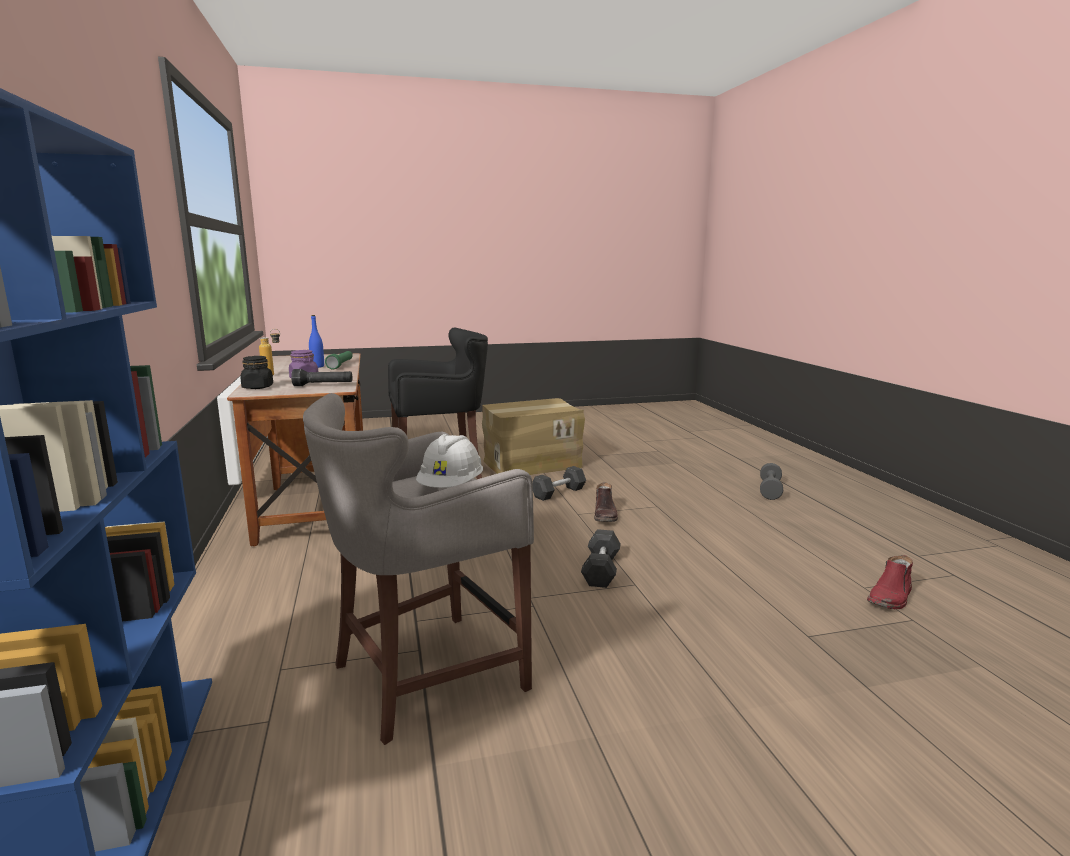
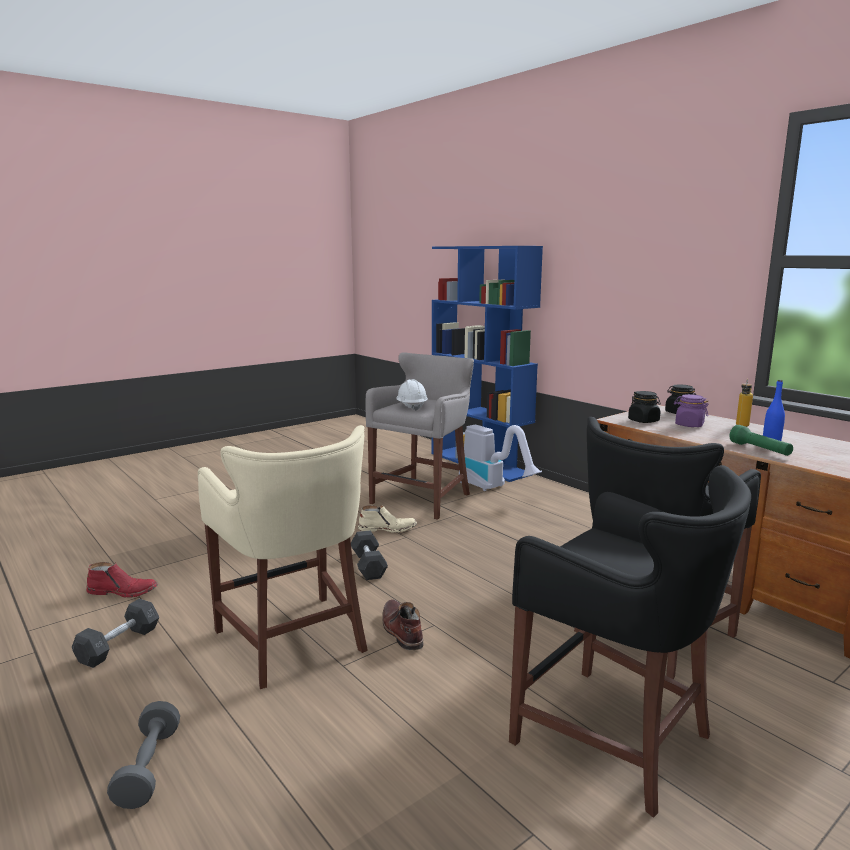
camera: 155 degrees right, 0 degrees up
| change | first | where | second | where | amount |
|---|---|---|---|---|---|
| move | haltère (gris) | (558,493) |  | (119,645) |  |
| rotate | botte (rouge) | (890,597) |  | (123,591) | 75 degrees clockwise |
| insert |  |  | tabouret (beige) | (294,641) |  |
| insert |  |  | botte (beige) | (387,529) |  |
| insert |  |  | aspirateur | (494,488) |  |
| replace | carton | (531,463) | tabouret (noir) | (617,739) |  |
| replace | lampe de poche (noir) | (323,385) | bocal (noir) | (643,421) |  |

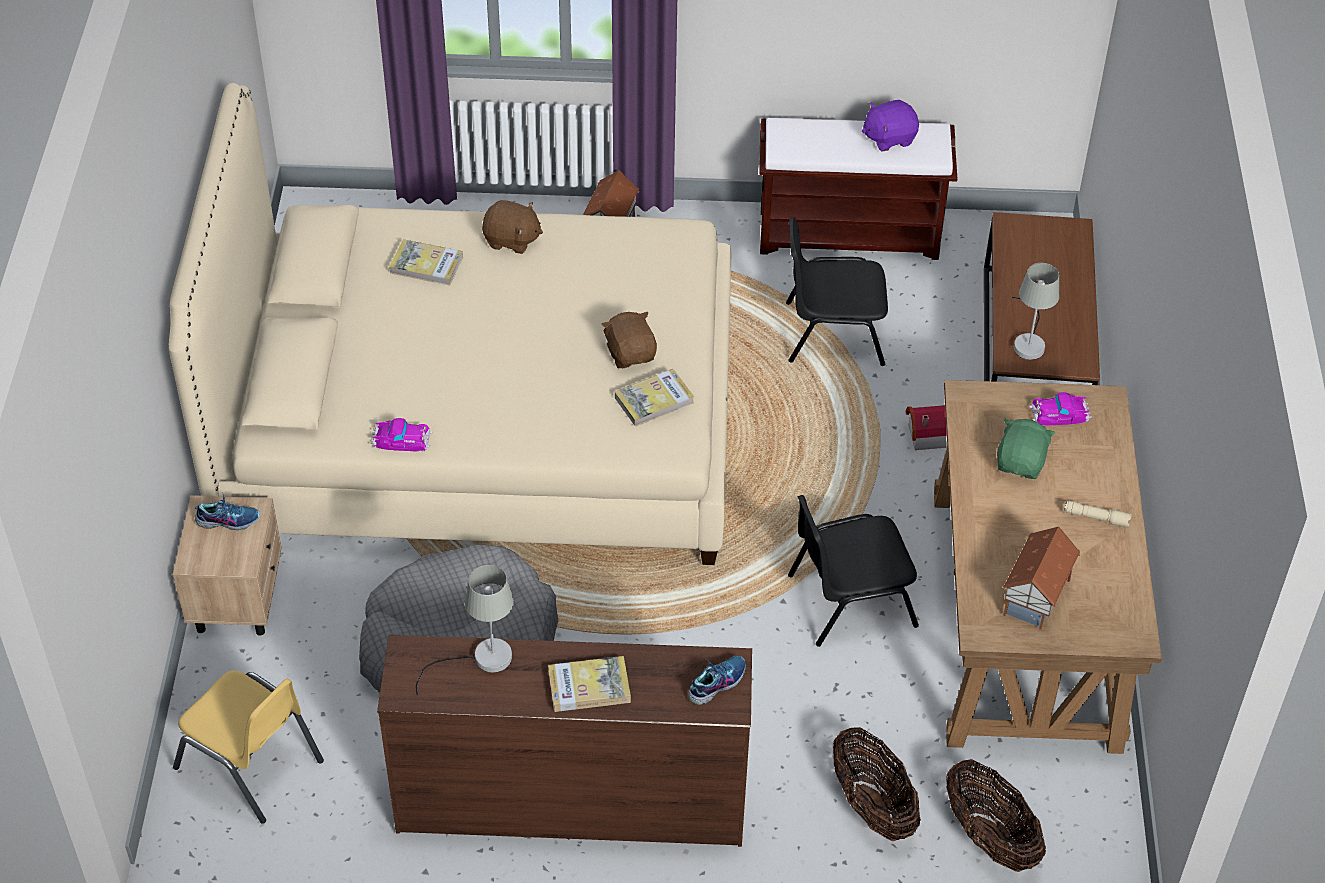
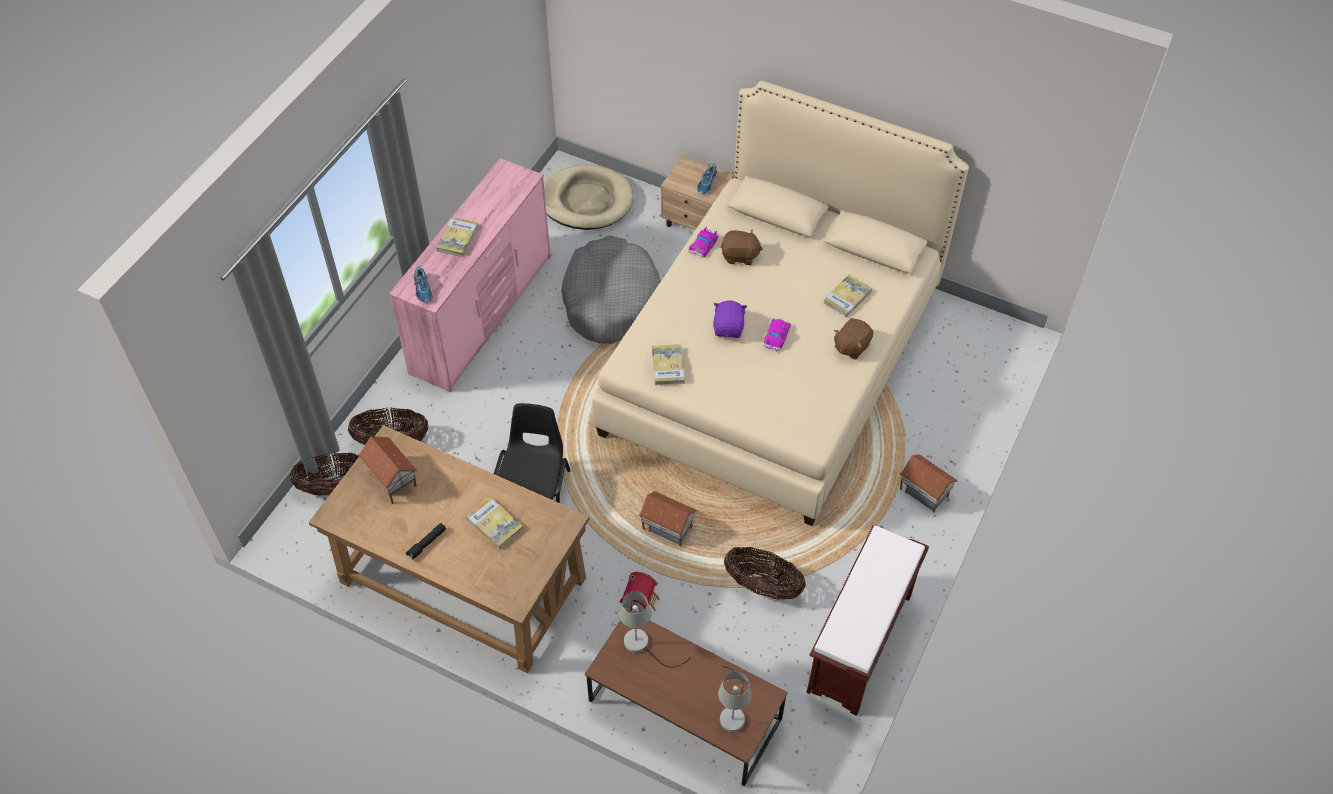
camera: 115 degrees right, 5 degrees up
| change | first | where | second | where | amount |
|---|---|---|---|---|---|
| recolor | commode (marron) | (570,801) | commode (rose) | (483,314) |  |
| recolor | lampe de poche (beige) | (1097,517) | lampe de poche (noir) | (427,544) |  |
| replace | peluche (vert) | (1021,463) | livre | (495,524) |  |
| replace | chaise (jaune) | (250,764) | panier pour chien (beige) | (586,201) |  |
| insert |  |  | maison miniature | (667,527) |  |
| move | peluche (violet) | (889,138) |  | (729,328) |  |
| move | lampe de table (gris) | (481,660) |  | (733,712) |  |
| move | peluche (marron) | (631,353) |  | (740,256) |  |
| replace | chaise (noir) | (832,332) | panier | (762,586) |  |
| move | petite voiture | (1059,413) |  | (776,336) |  |

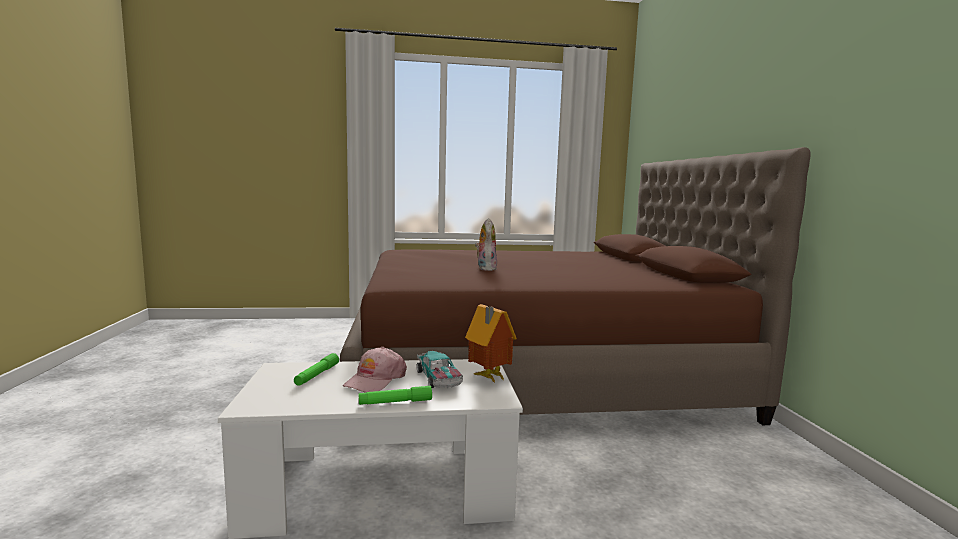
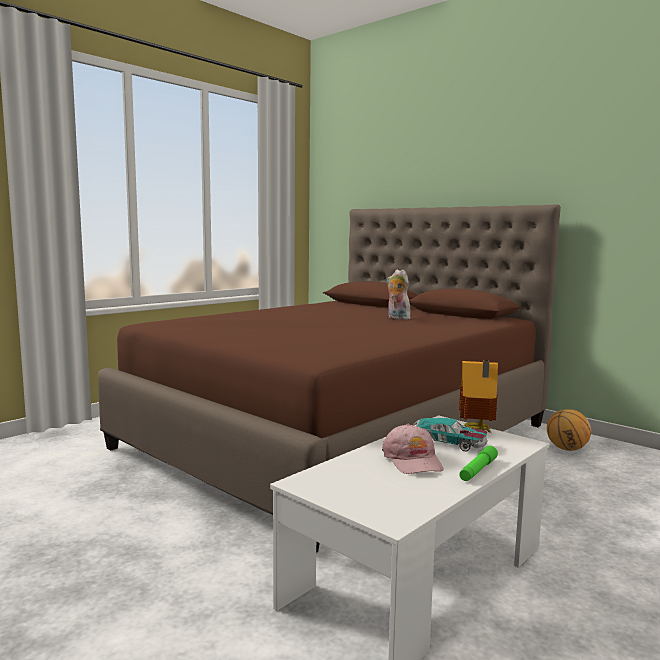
camera: 40 degrees left, 0 degrees up
| change | first | where | second | where | amount |
|---|---|---|---|---|---|
| move | peluche | (485,268) |  | (397,318) |  |
| insert |  |  | ballon de basket | (566,449) |  |
| delete | lampe de poche (vert) | (317,375) |  |  |  |

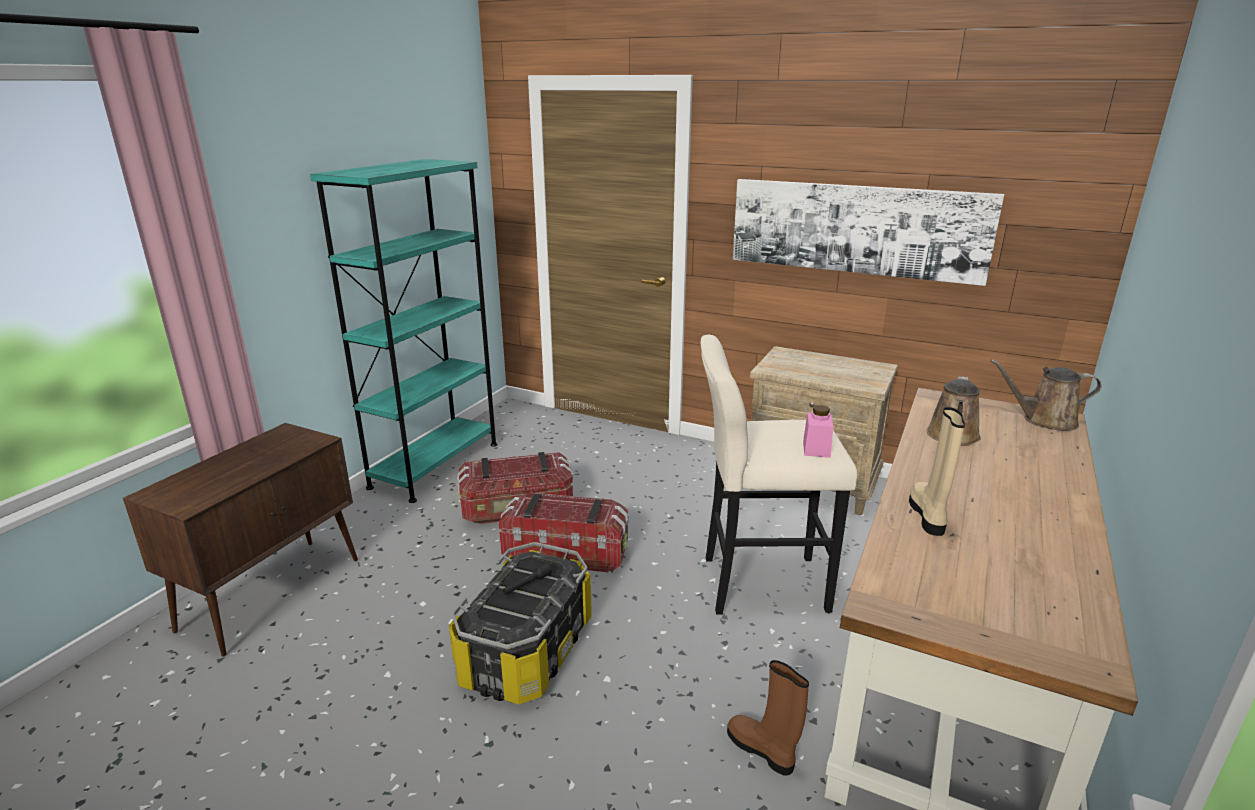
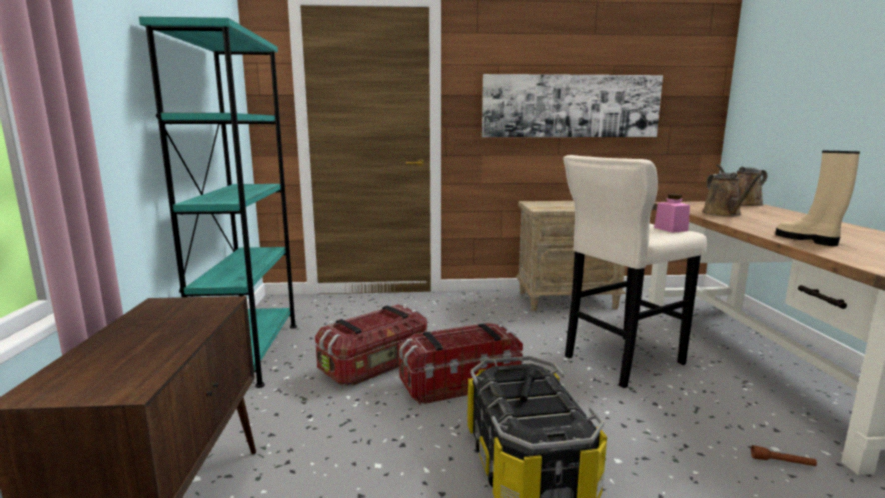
camera: 30 degrees left, 10 degrees down
| change | first | where | second | where | amount |
|---|---|---|---|---|---|
| replace | botte (marron) | (762,750) | lampe de poche (marron) | (782,462) |  |

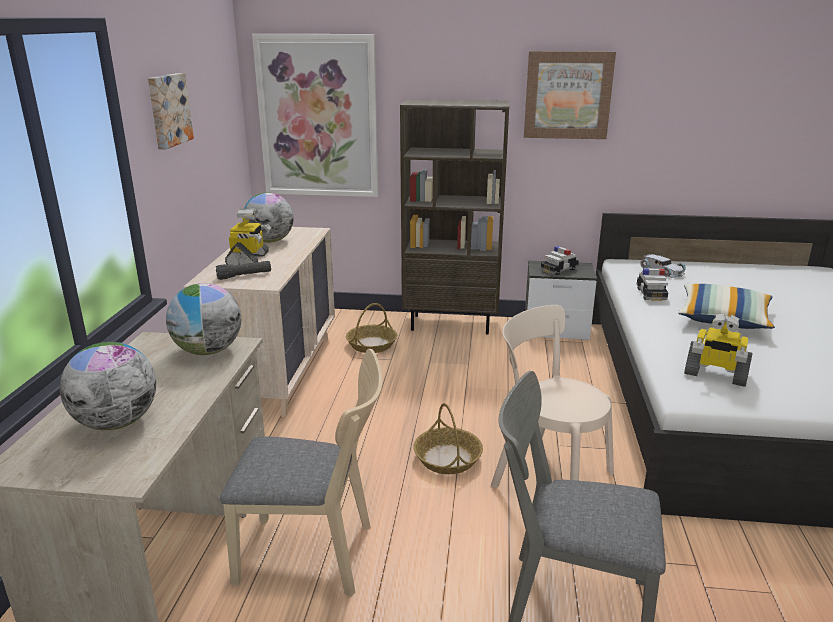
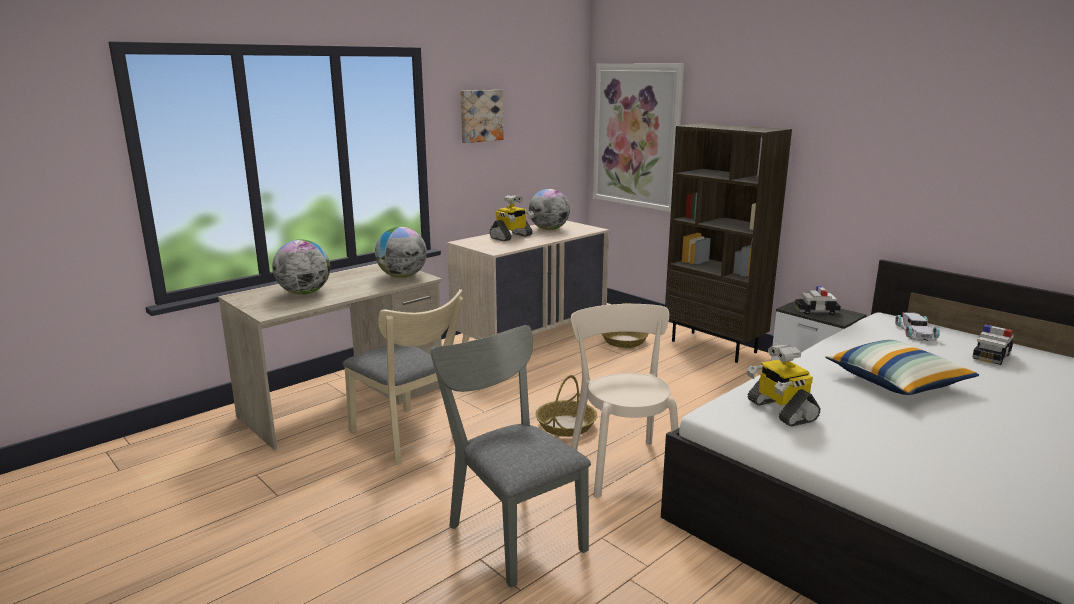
camera: 40 degrees right, 5 degrees down
| change | first | where | second | where | amount |
|---|---|---|---|---|---|
| move | petite voiture | (651,294) |  | (991,356) |  |
| delete | lampe de poche (noir) | (244,276) |  |  |  |
| delete | tableau | (567,95) |  |  |  |

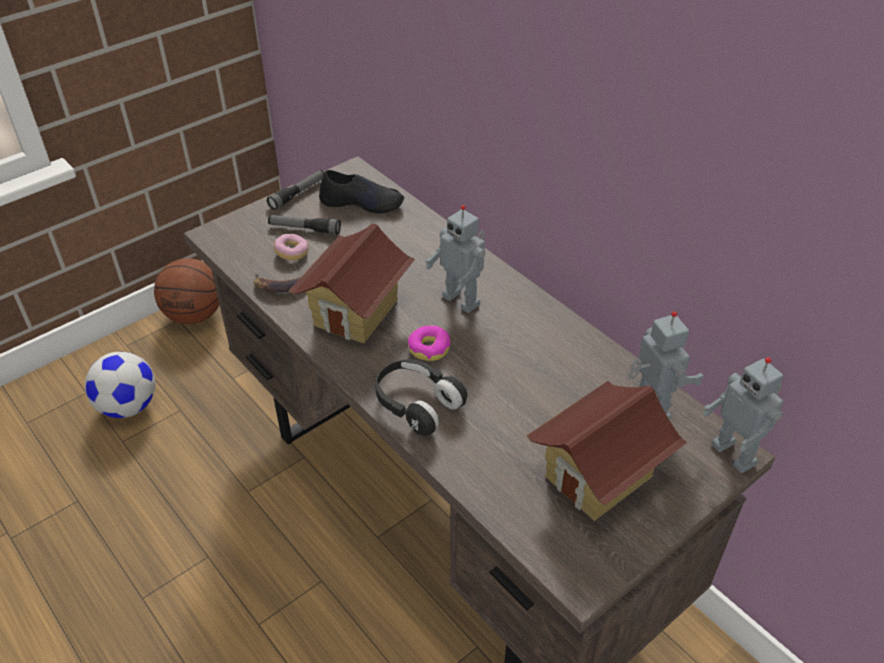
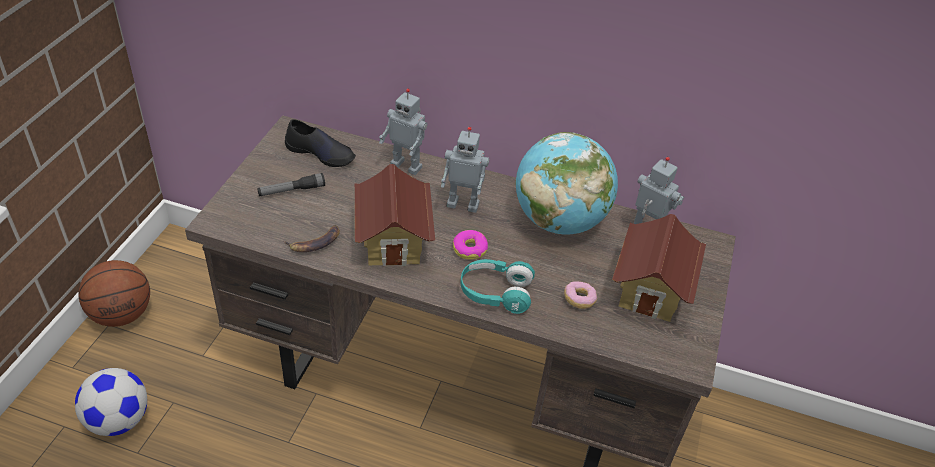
camera: 35 degrees left, 0 degrees up
| change | first | where | second | where | amount |
|---|---|---|---|---|---|
| rotate | chaussure (noir) | (362,202) |  | (321,153) | 45 degrees clockwise |
| move | robot jouet | (735,453) |  | (407,165) |  |
| recolor | casque audio (noir) | (417,404) | casque audio (turquoise) | (495,293) |  |
| insert |  |  | globe | (559,221) |  |
| move | beignet | (292,253) |  | (579,300) |  |
| delete | lampe de poche | (298,194) |  |  |  |

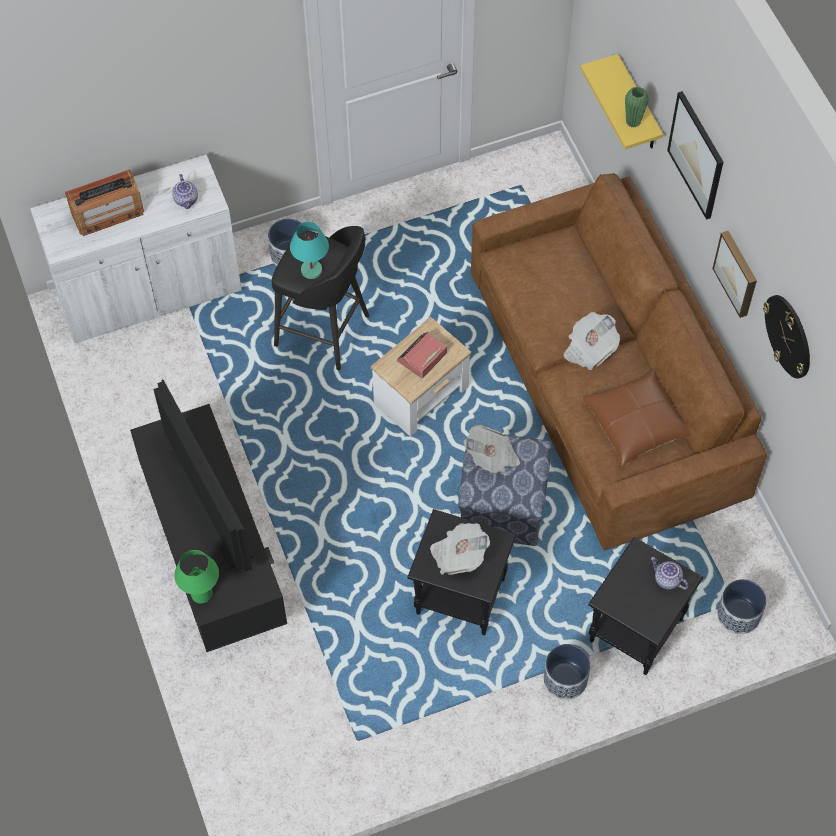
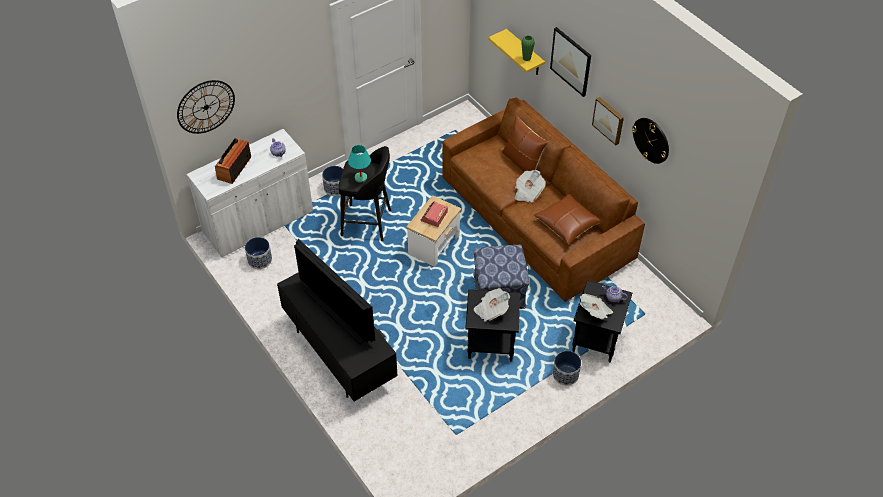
camera: 15 degrees left, 10 degrees down
| change | first | where | second | where | amount |
|---|---|---|---|---|---|
| insert |  |  | horloge murale | (206,107) |  |
| rotate | radio | (107,213) |  | (234,168) | 150 degrees clockwise |
| move | cache-pot | (738,614) |  | (259,260) |  |
| insert |  |  | coussin (marron) | (522,162) |  |
| move | journal | (492,457) |  | (595,312) |  |
| delete | lampe de table (vert) | (201,594) |  |  |  |

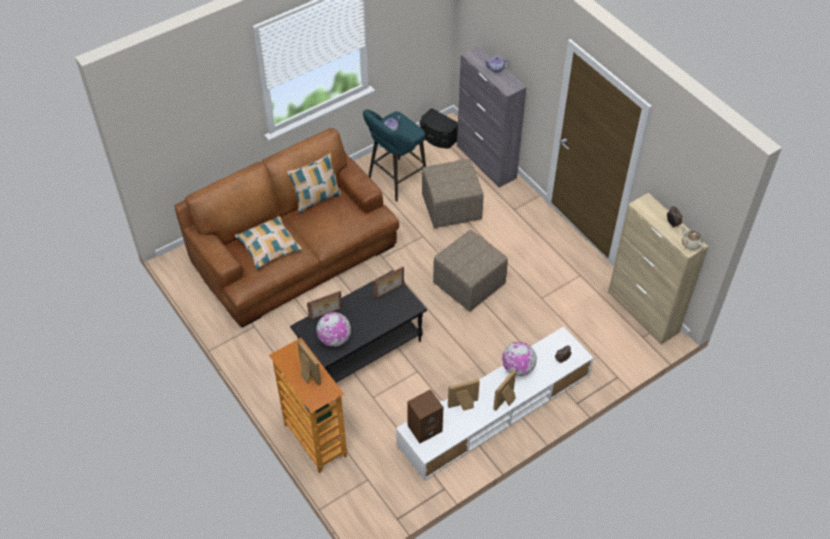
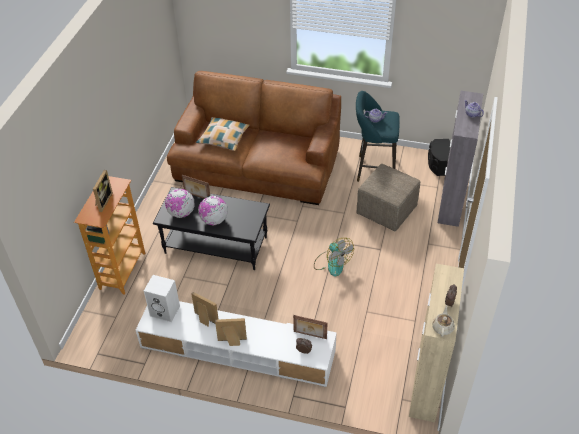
camera: 50 degrees right, 5 degrees down
| change | first | where | second | where | amount |
|---|---|---|---|---|---|
| recolor | enceinte (marron) | (425,427) | enceinte (blanc) | (166,311) |  |
| move | globe | (518,368) |  | (214,220) |  |
| move | cadre photo | (389,291) |  | (310,335) |  |
| replace | pouf (beige) | (469,284) | ventilateur | (332,263) |  |
| delete | coussin | (316,199) |  |  |  |

